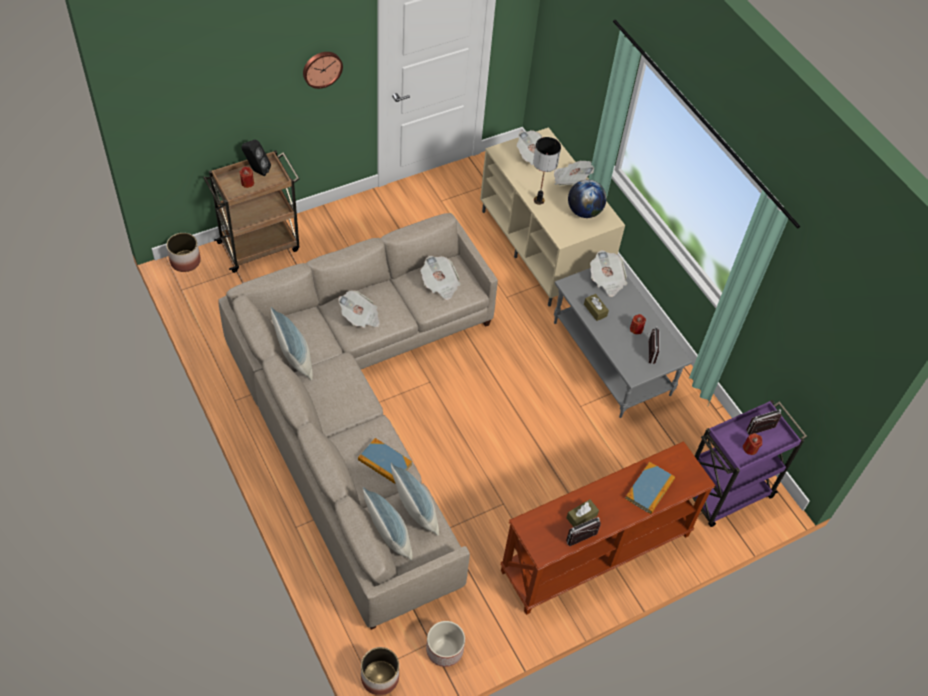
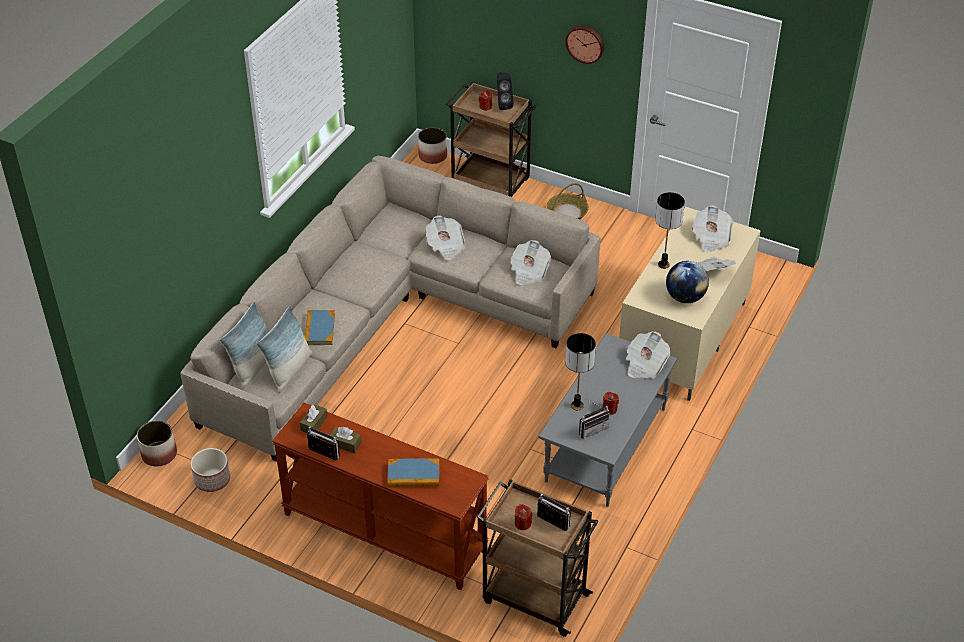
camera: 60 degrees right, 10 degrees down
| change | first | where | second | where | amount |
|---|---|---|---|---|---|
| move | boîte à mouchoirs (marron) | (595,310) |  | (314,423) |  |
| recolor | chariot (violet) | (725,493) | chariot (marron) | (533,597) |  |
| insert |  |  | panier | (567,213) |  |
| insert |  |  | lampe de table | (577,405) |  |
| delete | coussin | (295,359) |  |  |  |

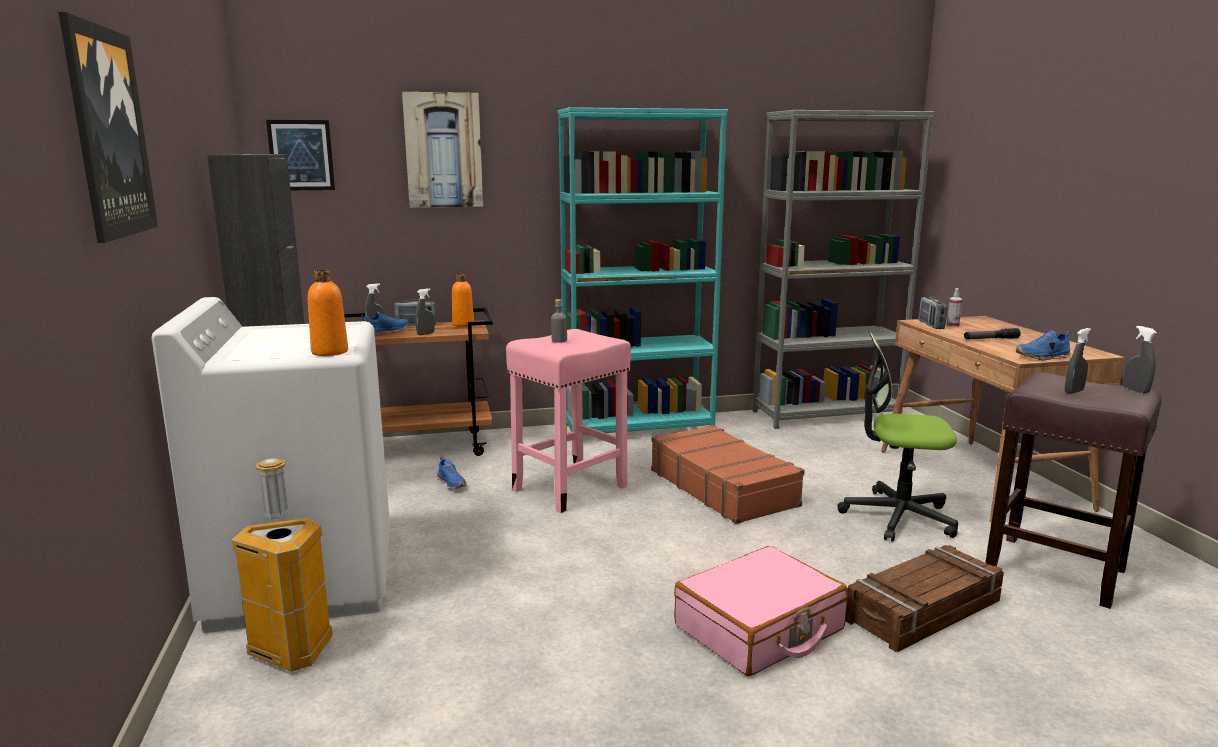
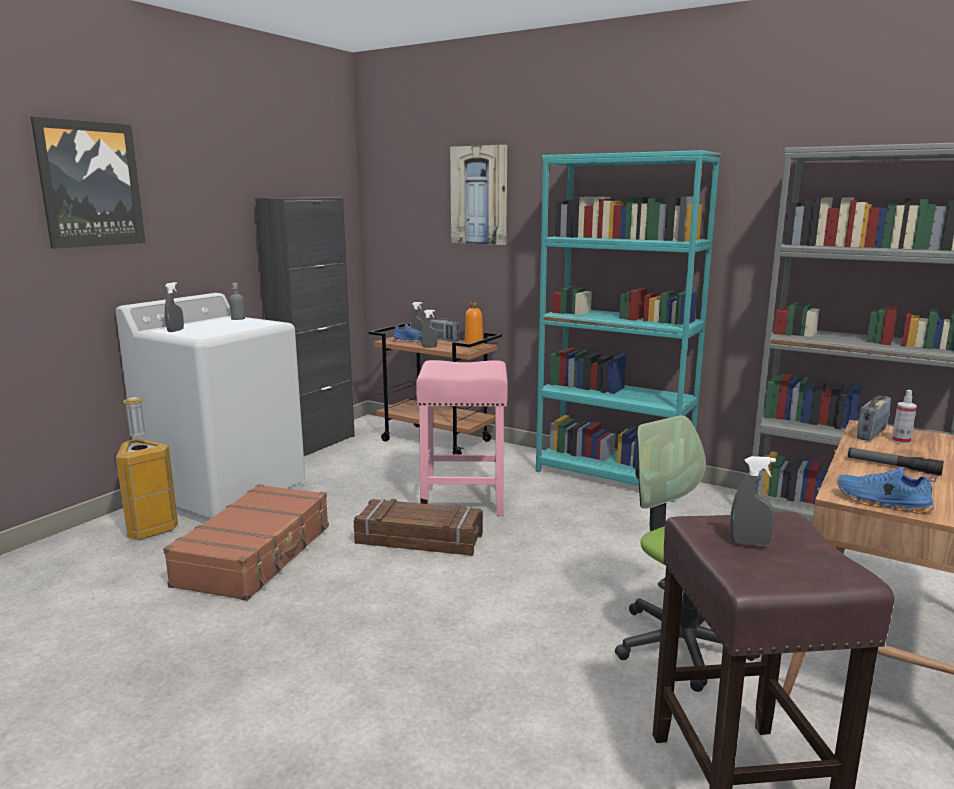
camera: 45 degrees right, 0 degrees up
| change | first | where | second | where | amount |
|---|---|---|---|---|---|
| move | valise (marron) | (723,488) |  | (256,555) |  |
| move | vaporisateur (gris) | (1135,390) |  | (175,330) |  |
| move | bouteille (gris) | (559,340) |  | (238,318) |  |
| move | caisse | (923,611) |  | (419,539) |  |
| delete | tableau | (301,155) |  |  |  |
| delete | bouteille (orange) | (330,352) |  |  |  |
| delete | chaussure (bleu) | (452,483) |  |  |  |
| delete | valise (rose) | (759,628) |  |  |  |

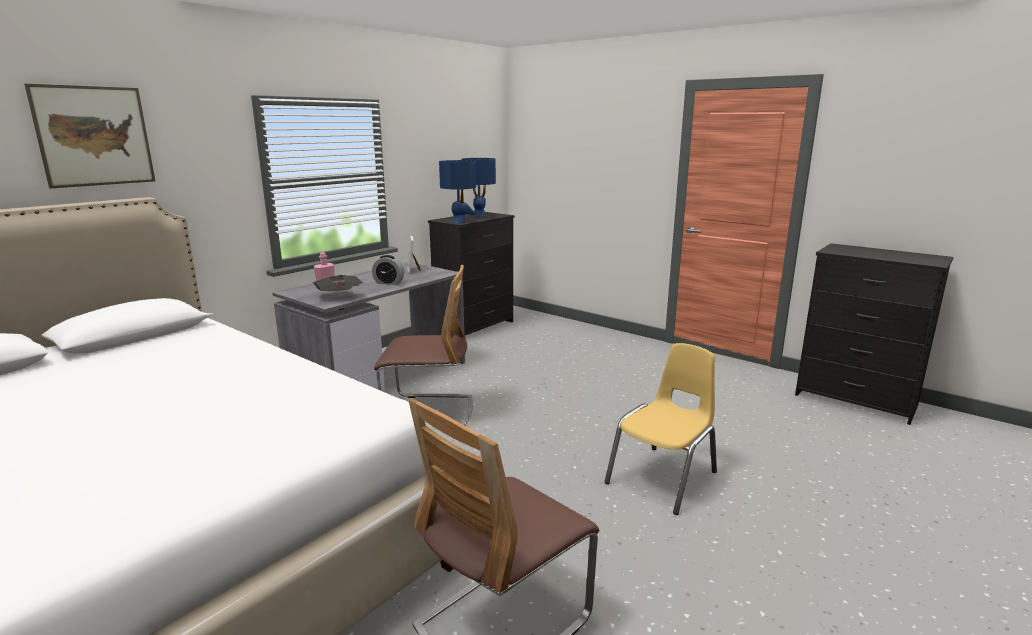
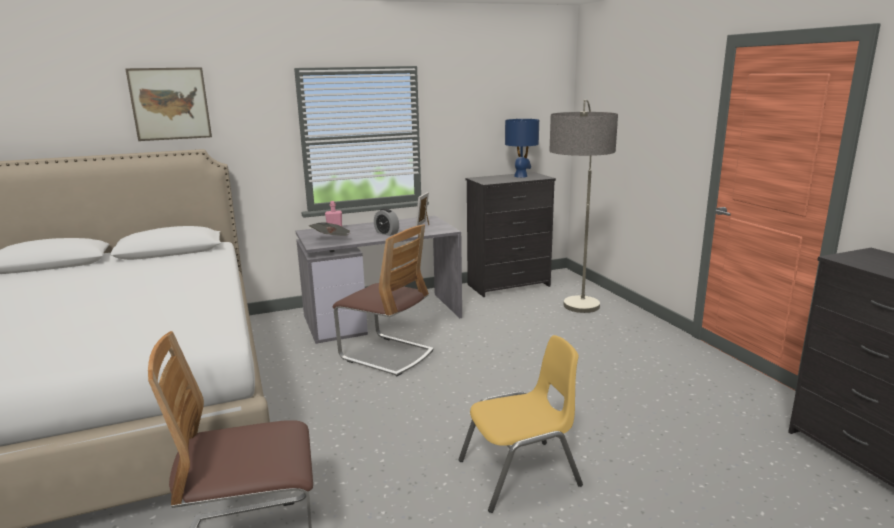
camera: 30 degrees right, 0 degrees up
| change | first | where | second | where | amount |
|---|---|---|---|---|---|
| insert |  |  | lampadaire | (575,322) |  |
| delete | lampe de table (bleu) | (459,222) |  |  |  |

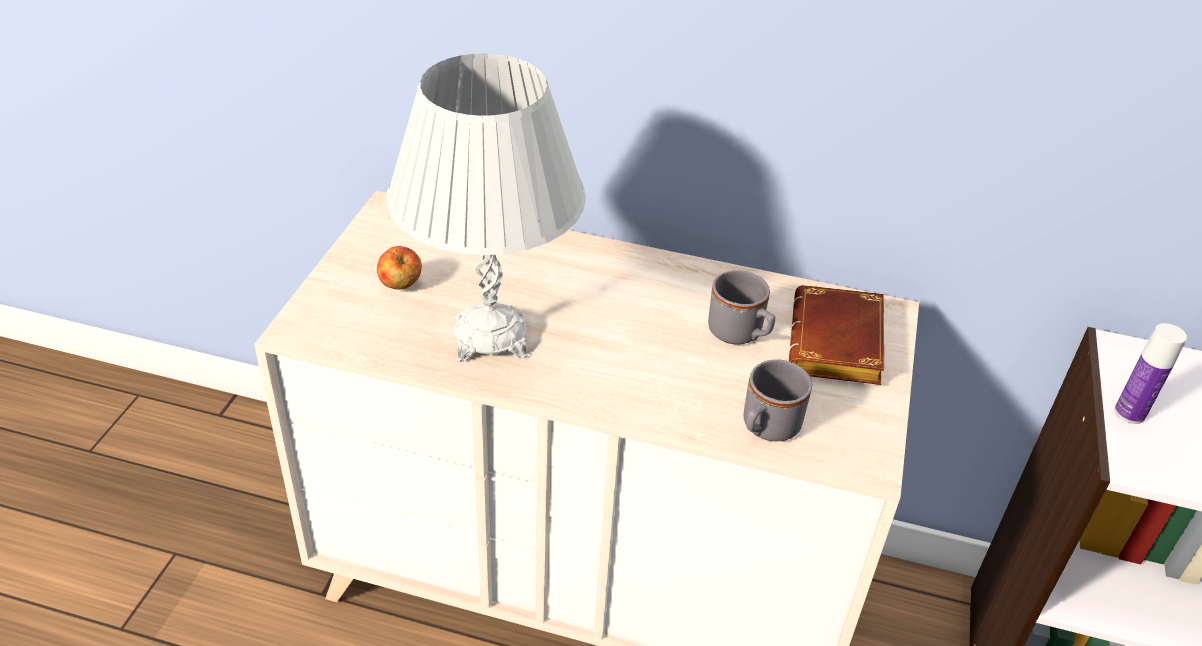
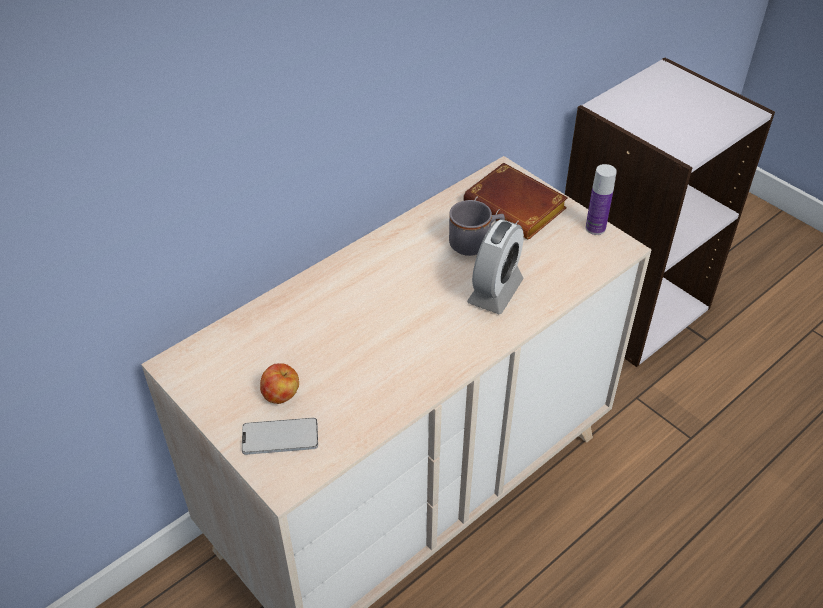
camera: 55 degrees left, 5 degrees up
| change | first | where | second | where | amount |
|---|---|---|---|---|---|
| insert |  |  | téléphone | (280,437) |  |
| insert |  |  | réveil | (495,291) |  |
| move | bouteille | (1129,413) |  | (595,228) |  |
| delete | lampe de table (blanc) | (490,337) |  |  |  |
| delete | mug (gris) | (766,429) |  |  |  |

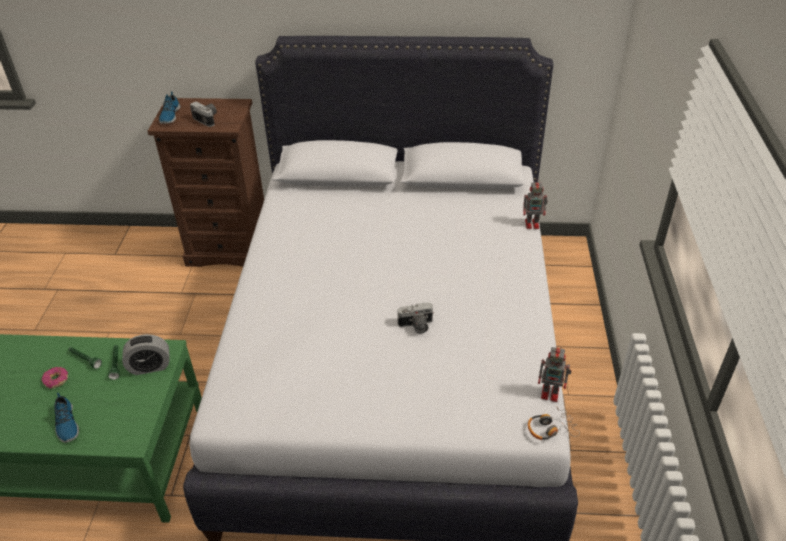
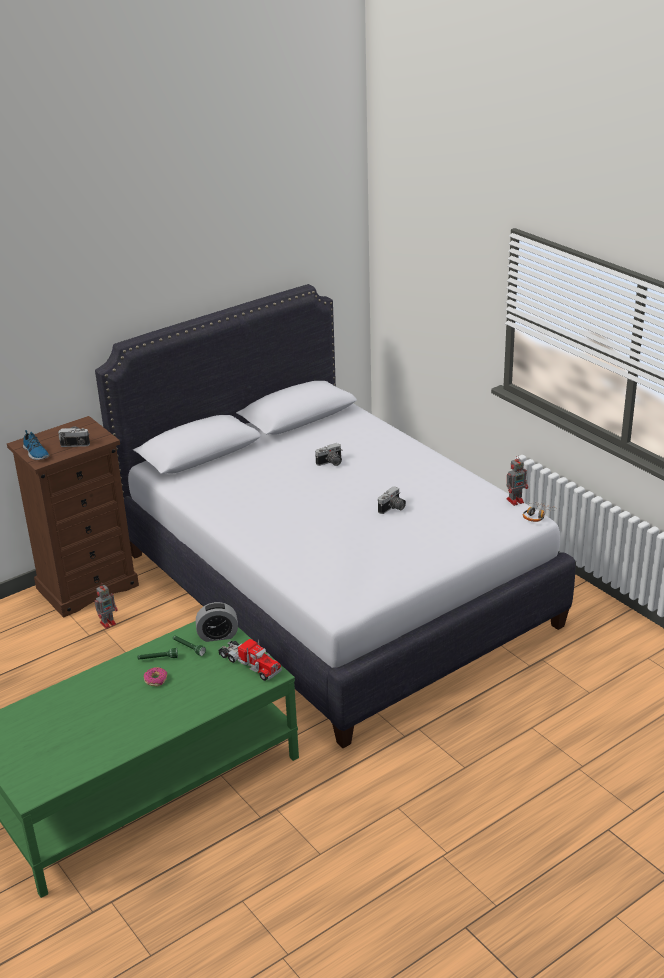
camera: 40 degrees left, 10 degrees down
| change | first | where | second | where | amount |
|---|---|---|---|---|---|
| move | robot jouet | (533,224) |  | (108,623) |  |
| rotate | réveil | (150,366) |  | (218,635) | 45 degrees clockwise |
| insert |  |  | camion jouet | (249,664) |  |
| insert |  |  | appareil photo | (330,463) |  |
| delete | chaussure | (66,424) |  |  |  |

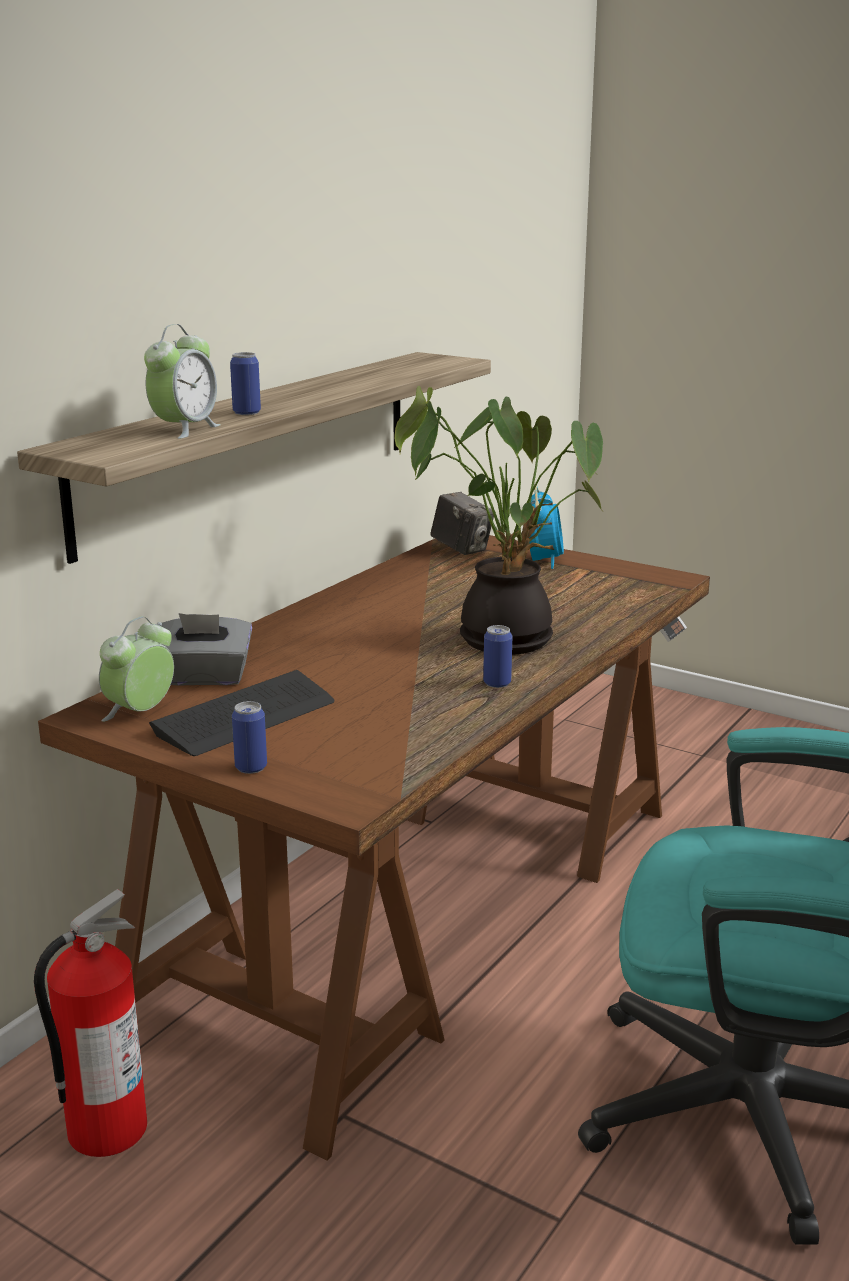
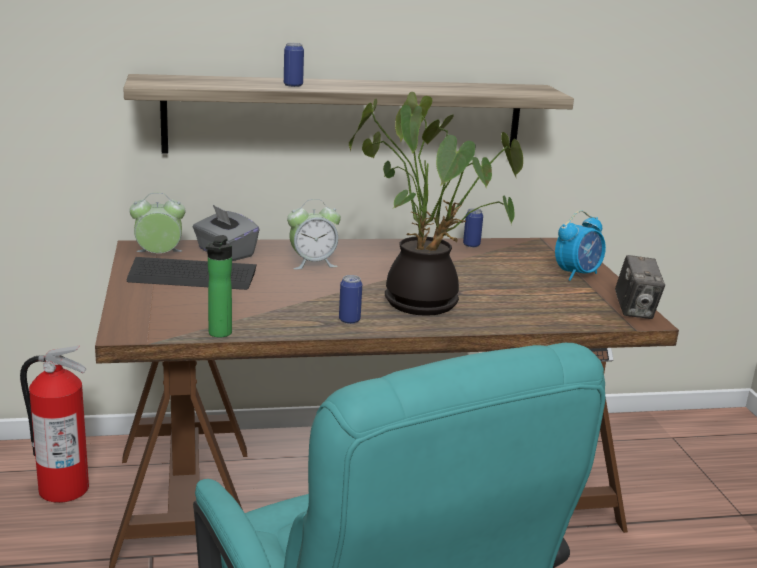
camera: 45 degrees right, 0 degrees up
| change | first | where | second | where | amount |
|---|---|---|---|---|---|
| insert |  |  | bouteille | (219,334) |  |
| move | réveil | (185,429) |  | (313,263) |  |
| move | boîte métallique | (251,767) |  | (471,245) |  |
| move | appareil photo | (462,549) |  | (635,311) |  |

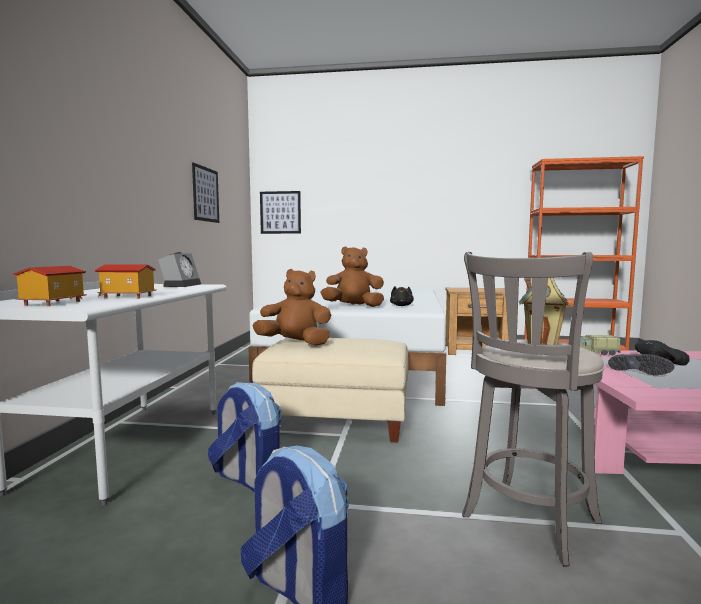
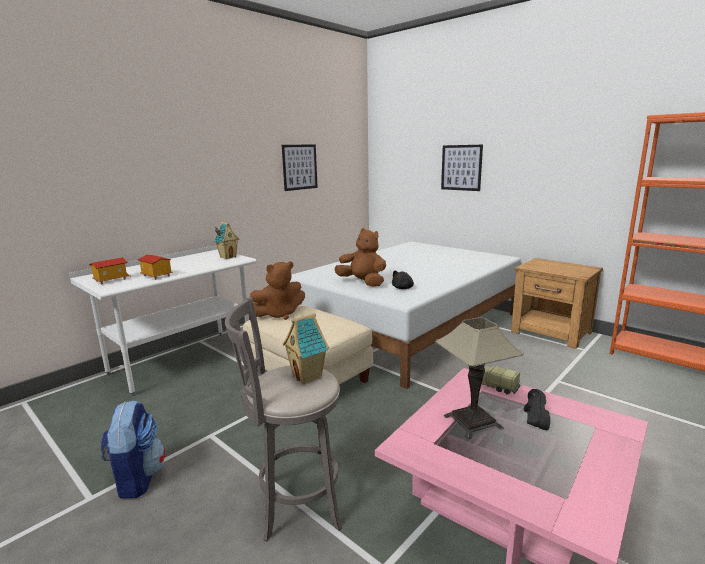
camera: 35 degrees right, 10 degrees up
| change | first | where | second | where | amount |
|---|---|---|---|---|---|
| replace | réveil | (181,285) | maison miniature | (228,257) |  |
| rotate | peluche (marron) | (295,343) |  | (279,314) | 105 degrees clockwise |
| replace | chaussure (noir) | (639,372) | lampe de table | (472,422) |  |
| move | tableau | (280,212) |  | (461,167) |  |
| delete | sac à dos | (248,479) |  |  |  |

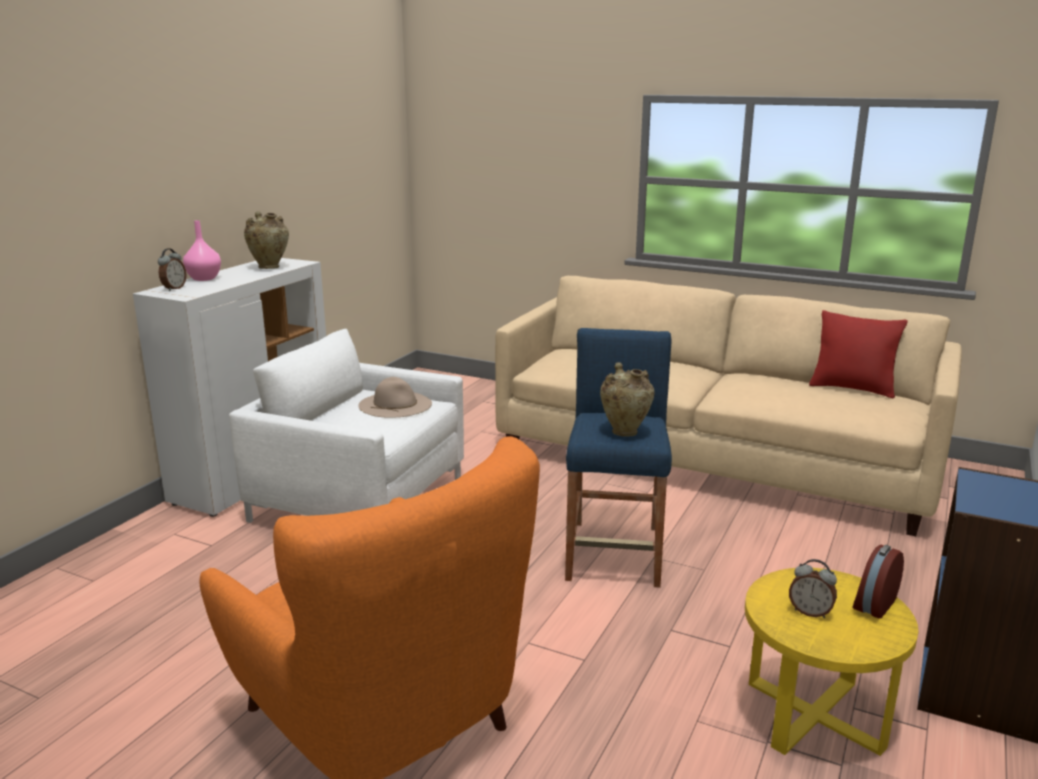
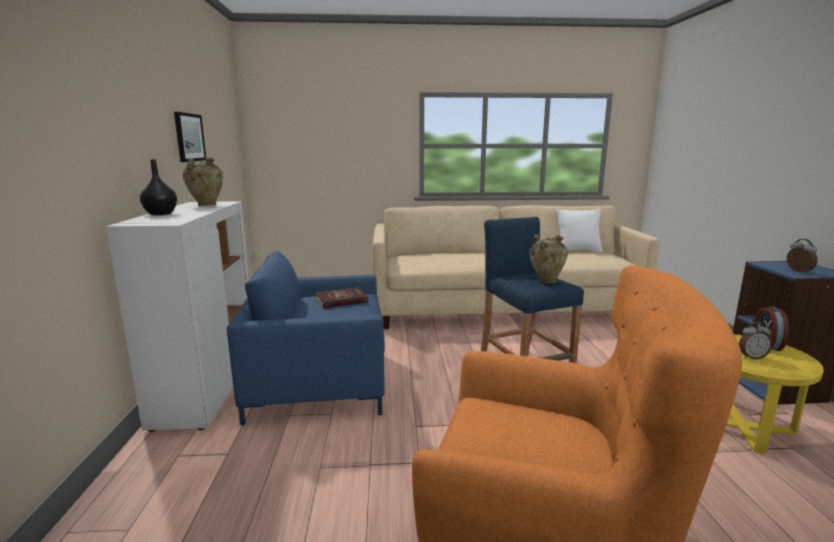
camera: 30 degrees left, 5 degrees down
| change | first | where | second | where | amount |
|---|---|---|---|---|---|
| recolor | vase (rose) | (204,278) | vase (noir) | (160,214) |  |
| insert |  |  | tableau | (189,137) |  |
| recolor | fauteuil (blanc) | (359,500) | fauteuil (bleu) | (318,383) |  |
| replace | chapeau (beige) | (395,404) | livre (rouge) | (341,300) |  |
| recolor | coussin (rouge) | (852,388) | coussin (blanc) | (577,251) |  |
| move | réveil | (173,288) |  | (798,271) |  |

